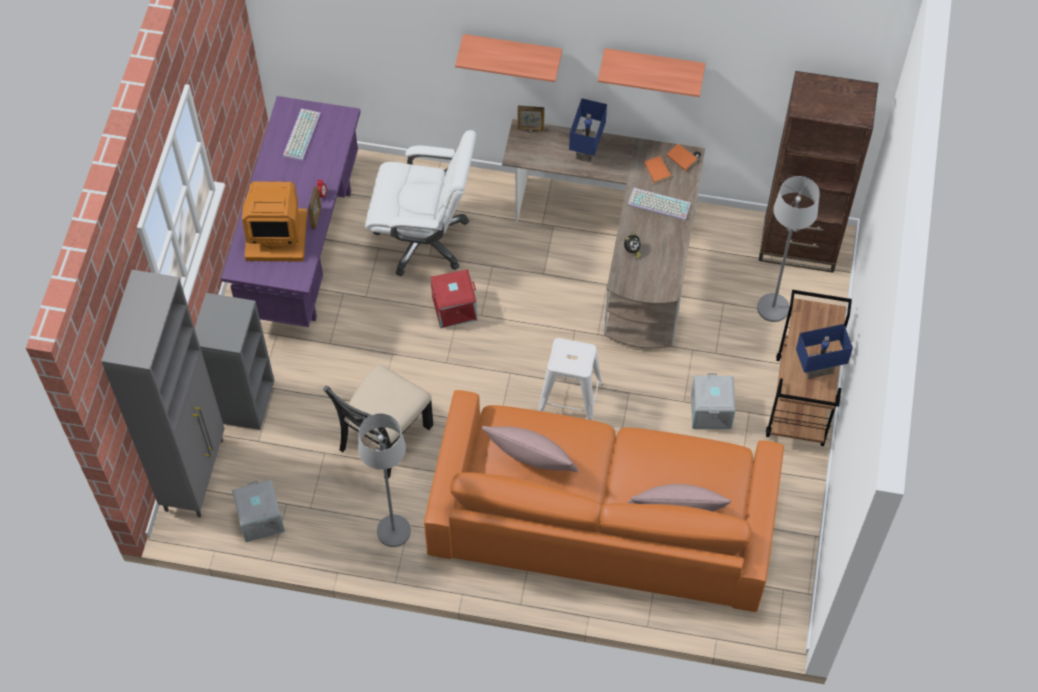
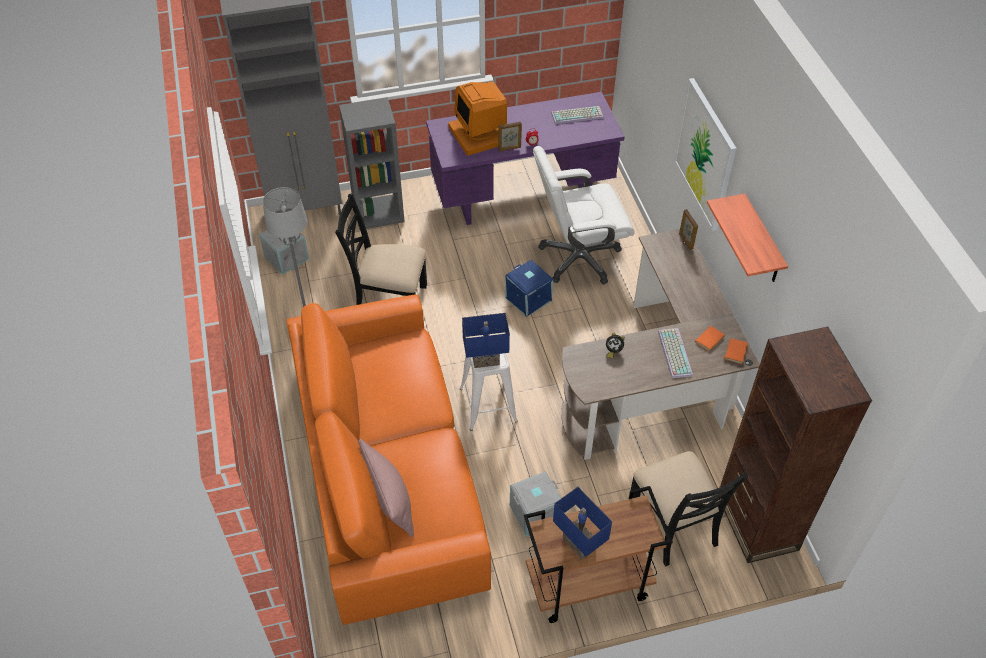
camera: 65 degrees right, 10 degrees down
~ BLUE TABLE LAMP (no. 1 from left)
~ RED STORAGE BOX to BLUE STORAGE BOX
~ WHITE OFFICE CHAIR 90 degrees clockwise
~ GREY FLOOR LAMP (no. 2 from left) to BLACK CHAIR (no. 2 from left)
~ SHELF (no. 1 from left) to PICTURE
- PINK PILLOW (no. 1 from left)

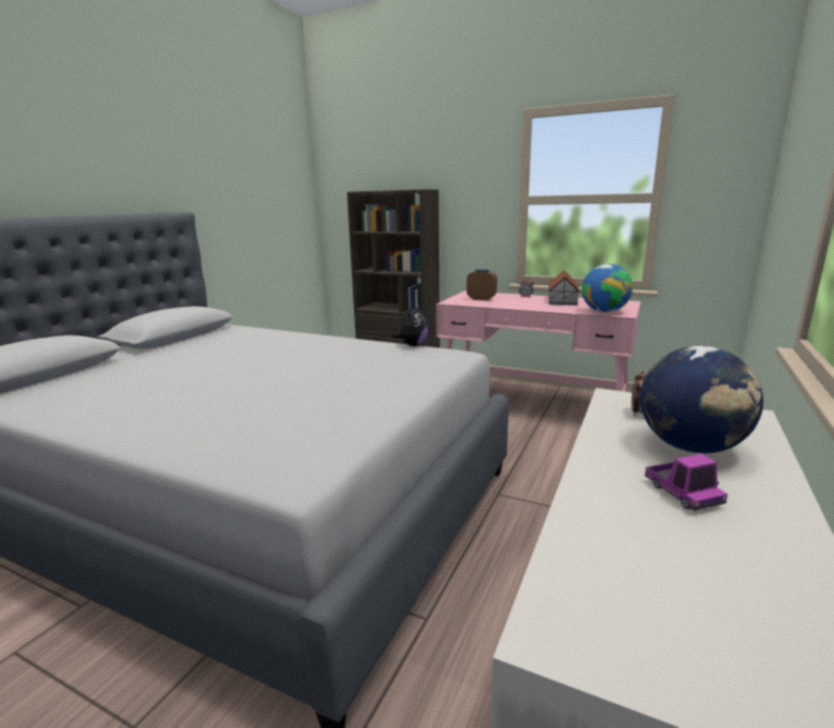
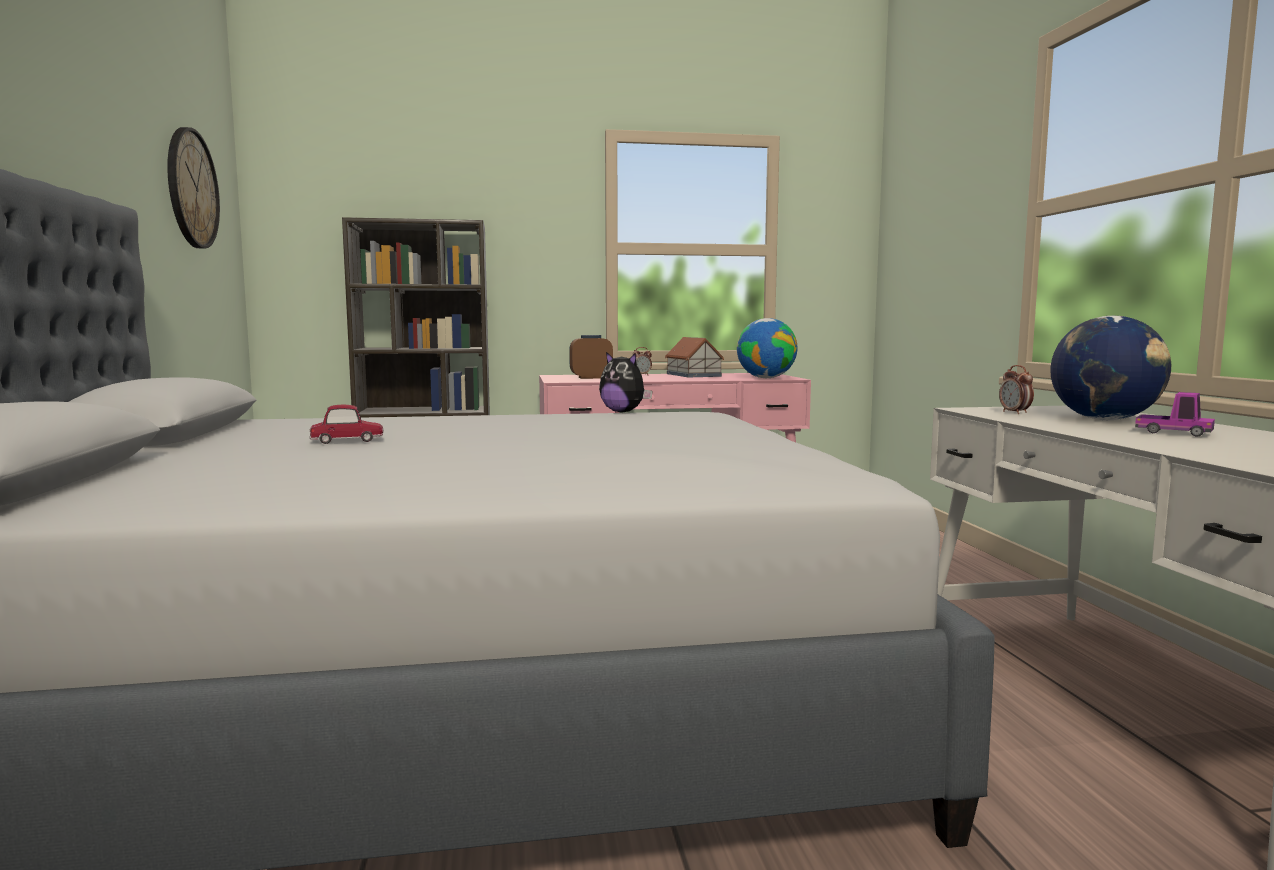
camera: 35 degrees left, 10 degrees down
+ WALL CLOCK
+ TOY CAR
~ PLUSH TOY 135 degrees clockwise

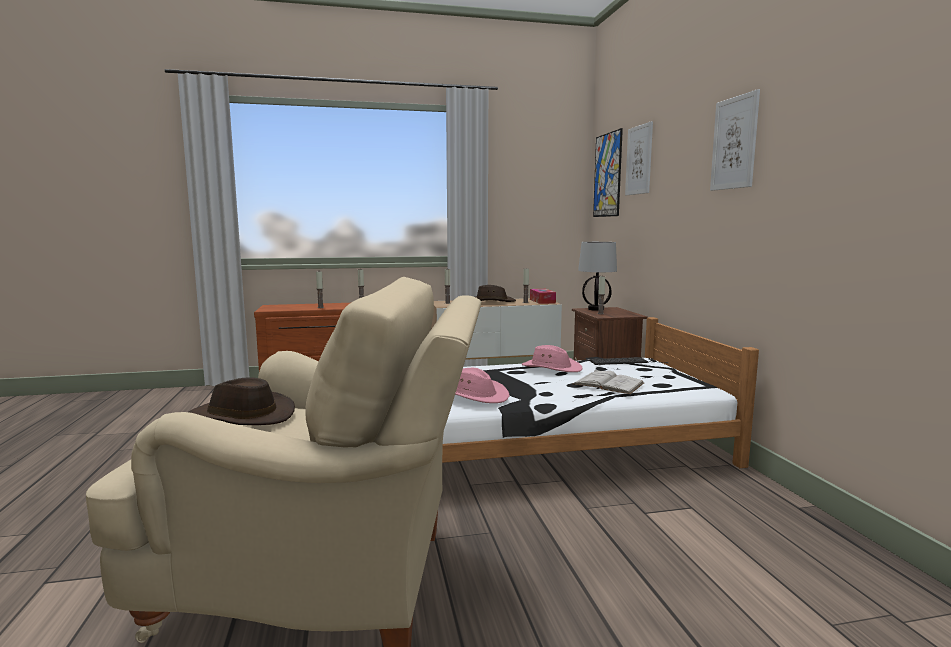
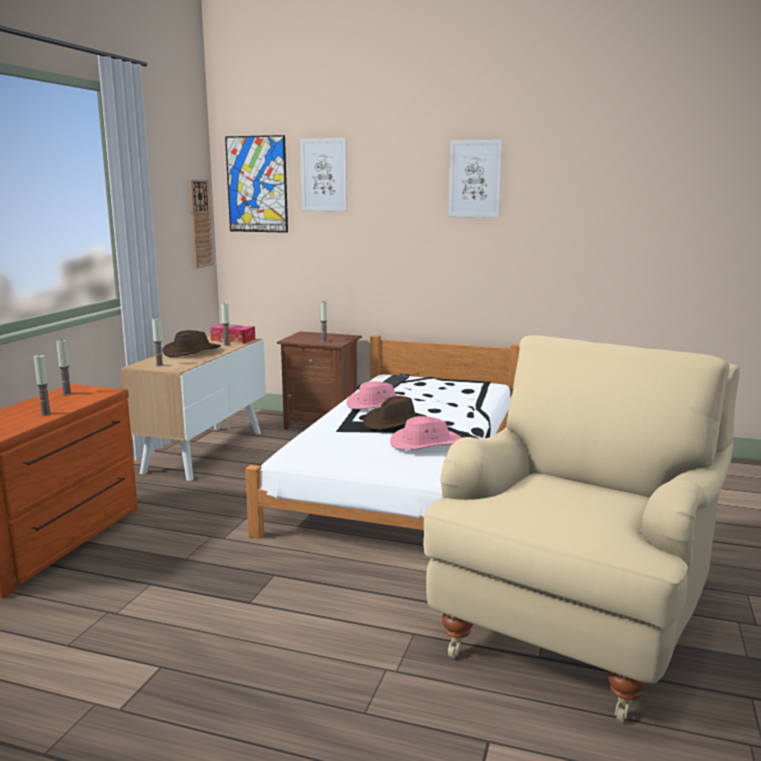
camera: 60 degrees left, 5 degrees up
+ WALL CLOCK
~ BROWN HAT (no. 1 from left in the first image) to BROWN HAT (no. 2 from left)
- WHITE BOOK
- TABLE LAMP

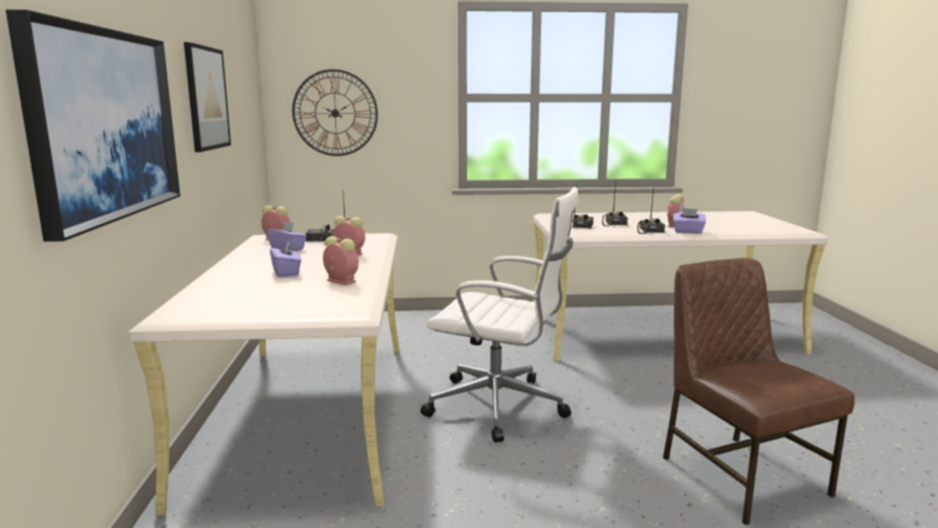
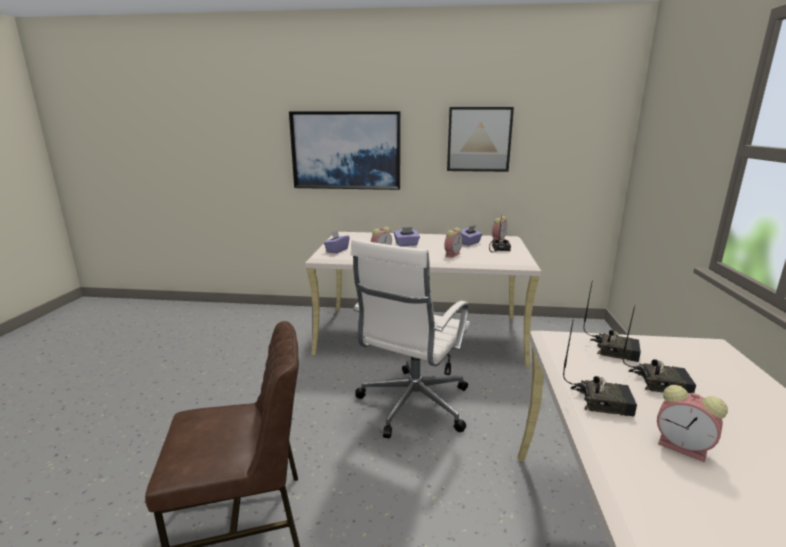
camera: 100 degrees right, 5 degrees up
~ PURPLE TISSUE BOX (no. 3 from left in the first image) to PURPLE TISSUE BOX (no. 1 from left)
- WALL CLOCK

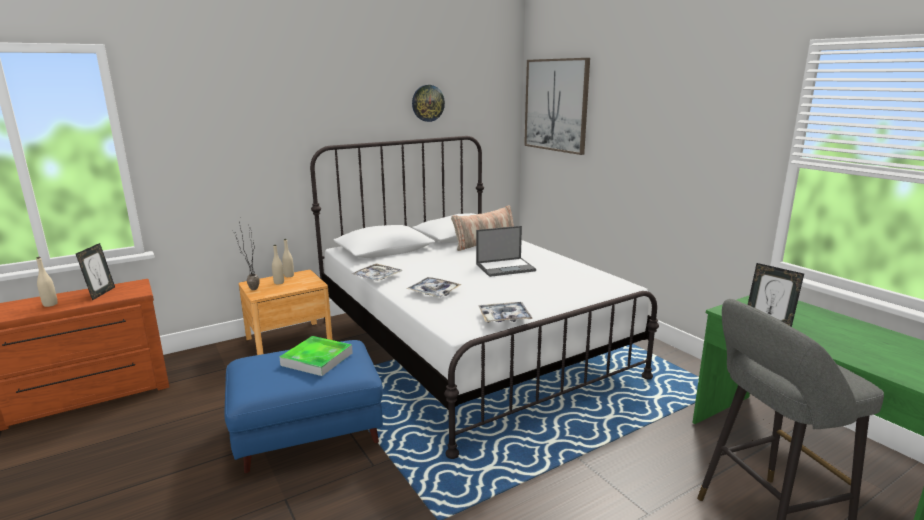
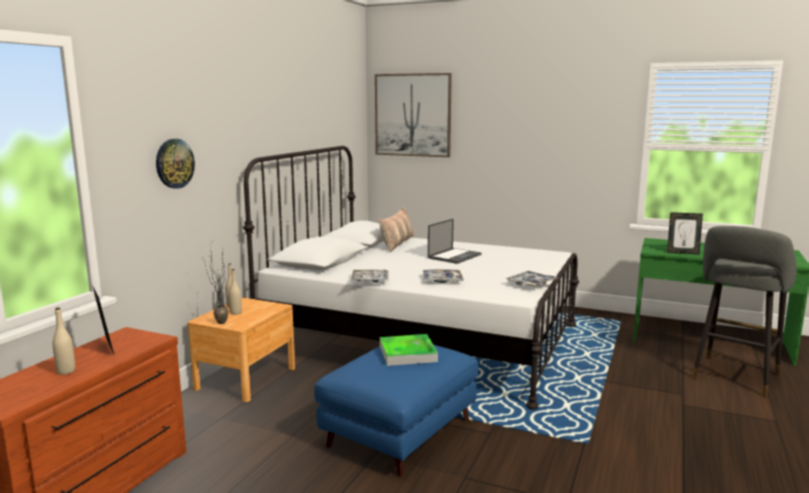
camera: 35 degrees left, 5 degrees down
~ WALL CLOCK

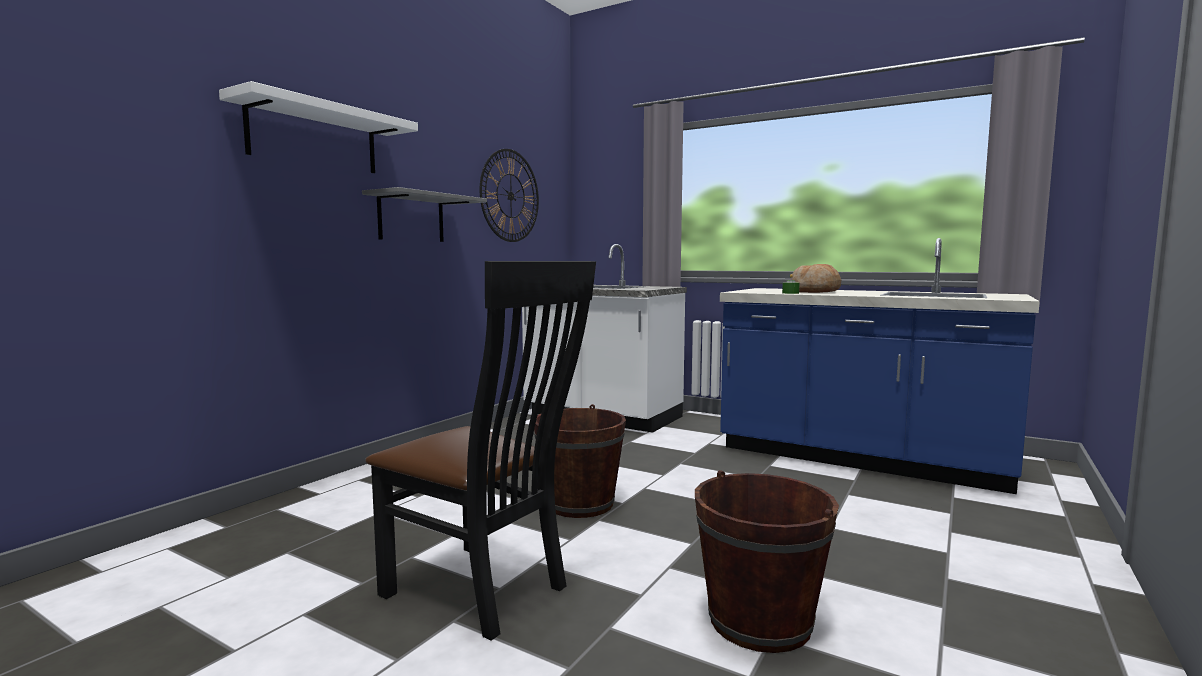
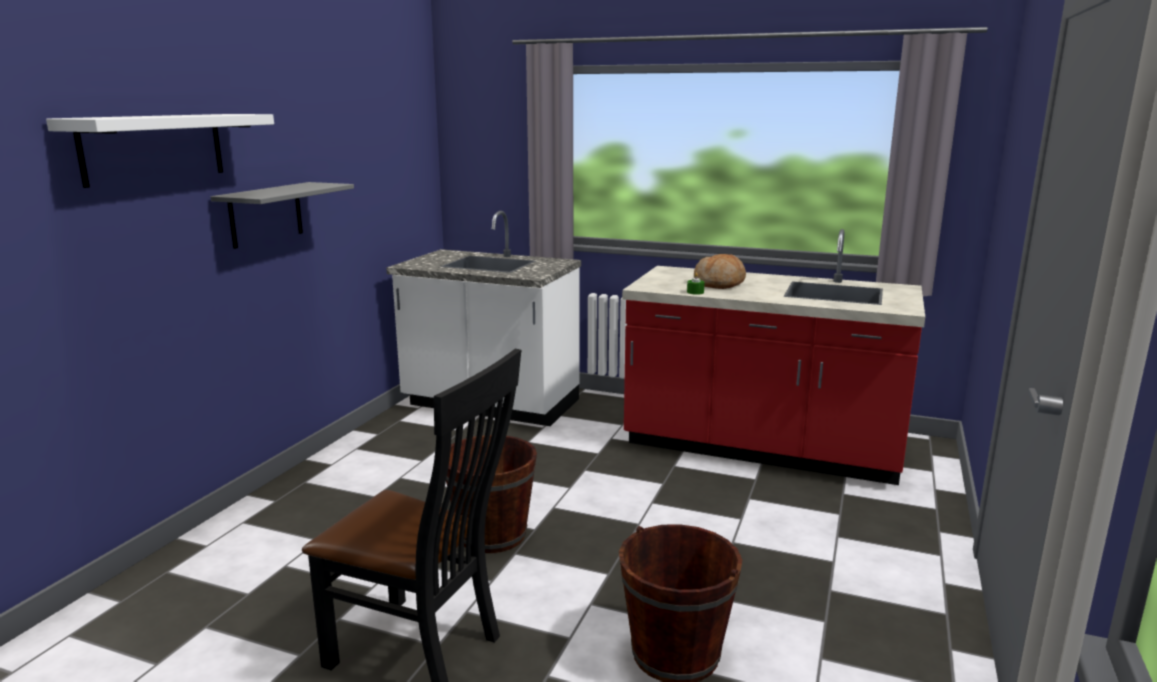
camera: 10 degrees left, 10 degrees up
~ BLUE COUNTER to RED COUNTER
- WALL CLOCK

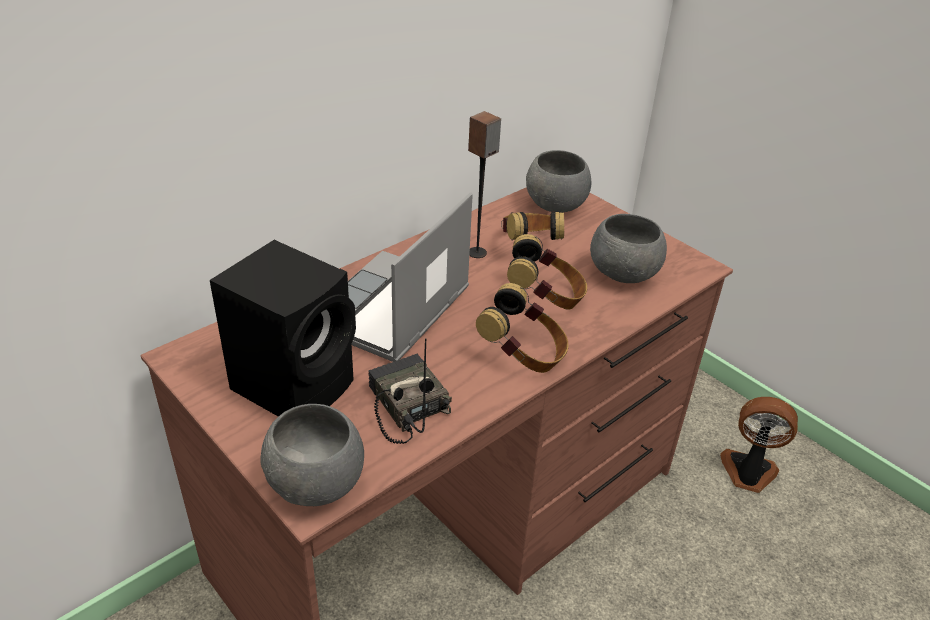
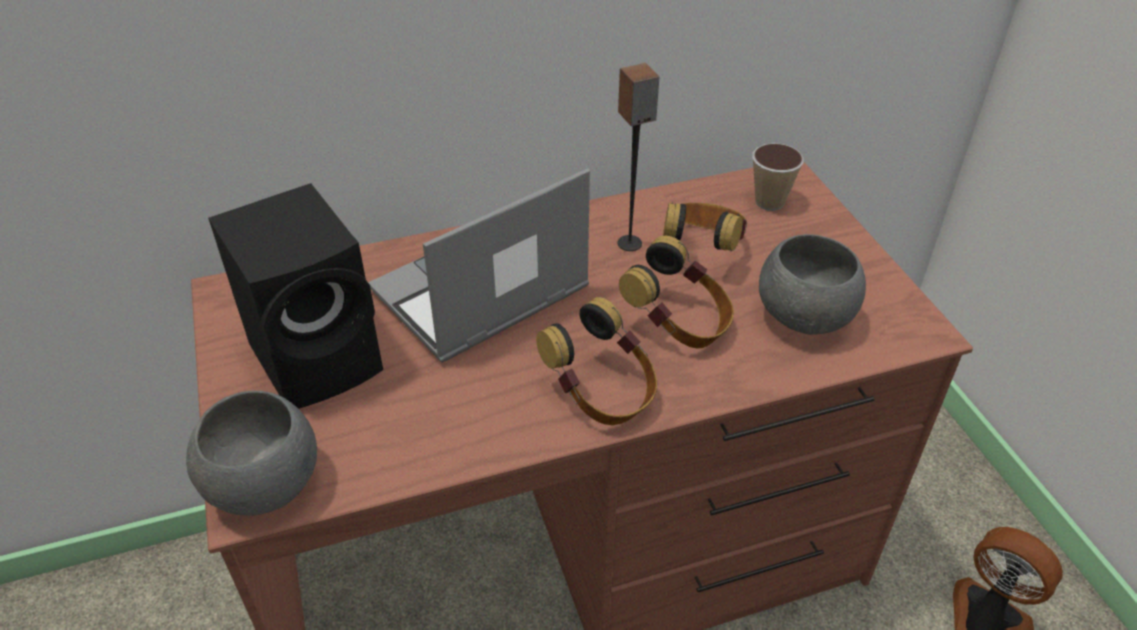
camera: 25 degrees right, 5 degrees up
~ GREY BOWL (no. 2 from left) to CUP
- RADIO

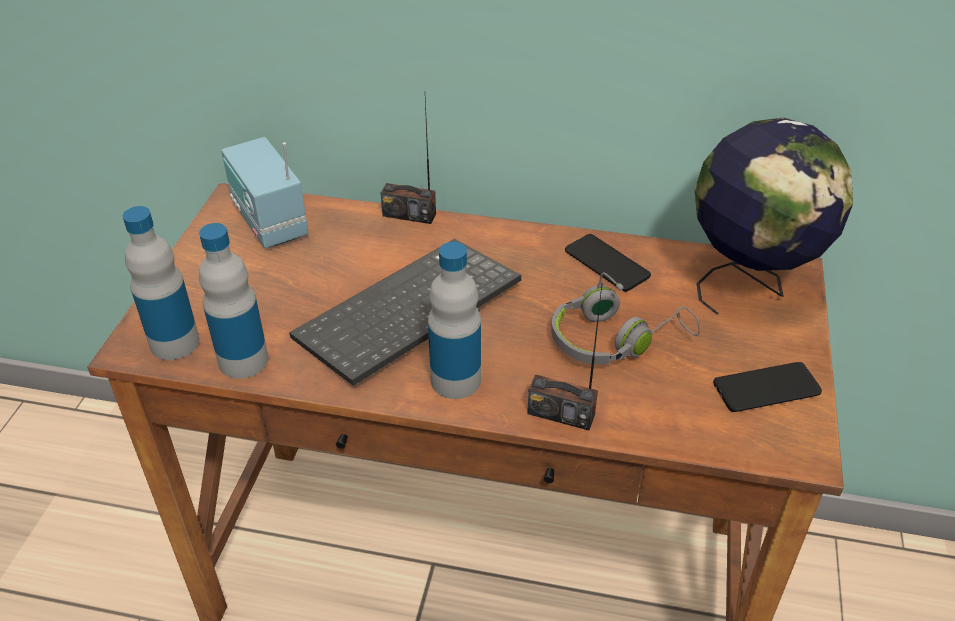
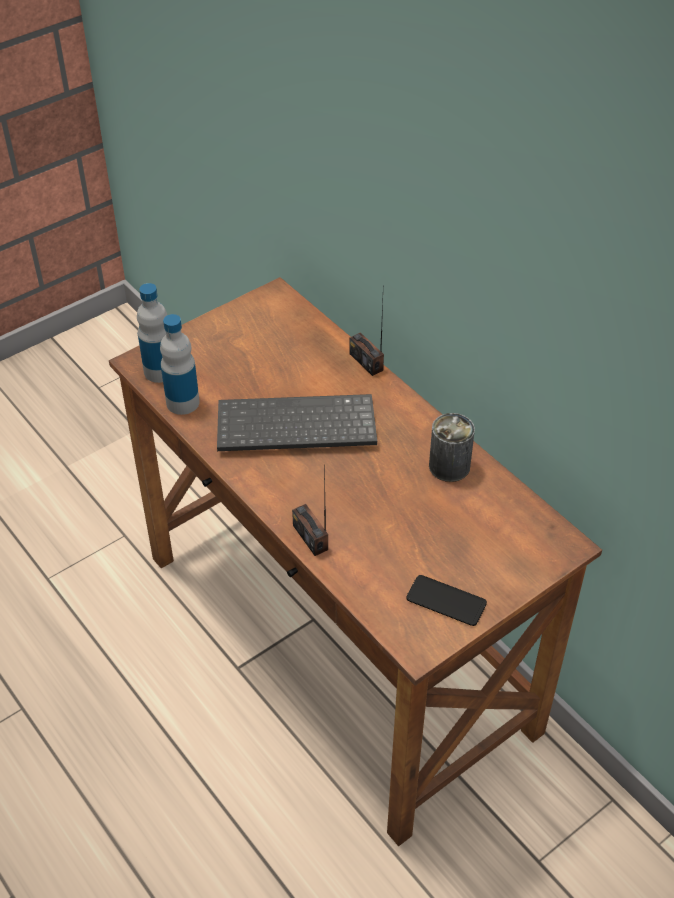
camera: 40 degrees right, 5 degrees up
~ PHONE (no. 1 from left) to CAN
- RADIO (no. 1 from left)
- BOTTLE (no. 3 from left)
- GREY HEADPHONES
- GLOBE

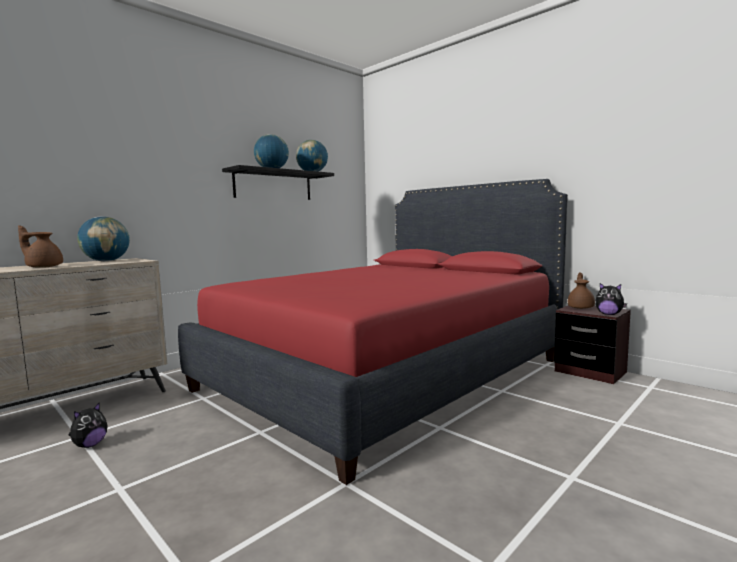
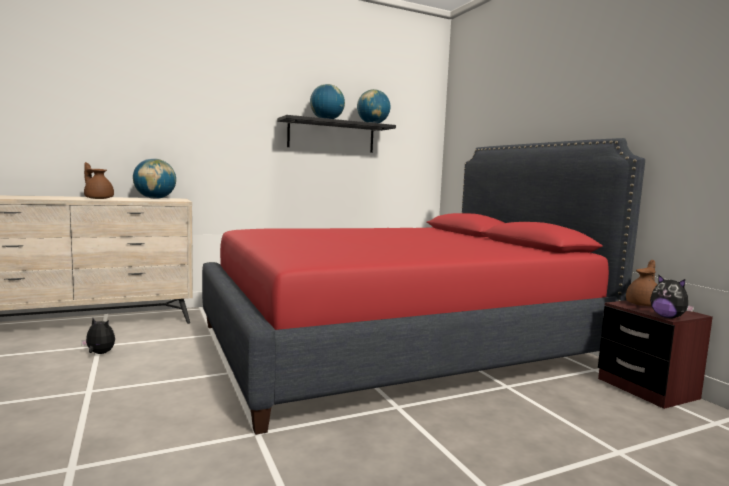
camera: 20 degrees right, 0 degrees up
~ PLUSH TOY (no. 1 from left) 120 degrees counterclockwise

